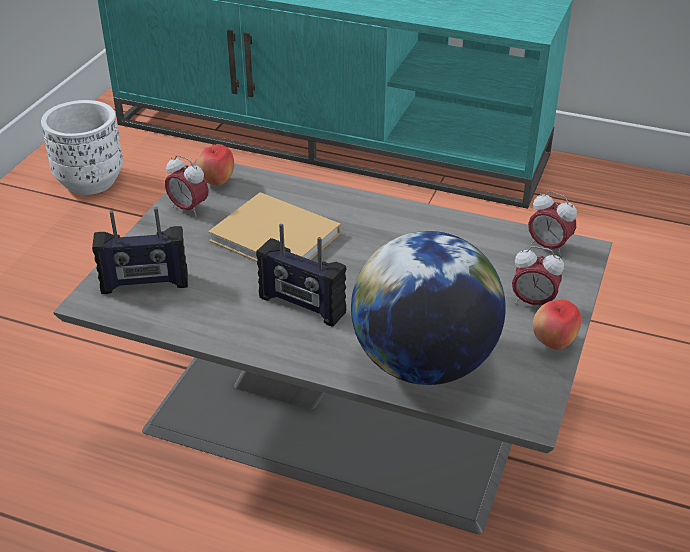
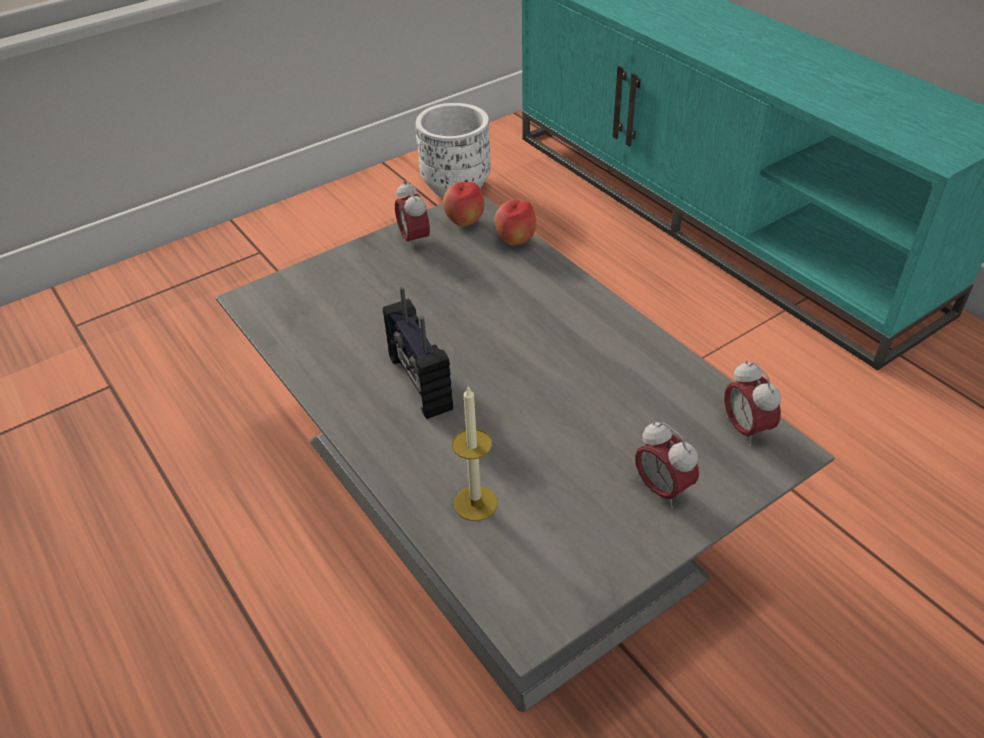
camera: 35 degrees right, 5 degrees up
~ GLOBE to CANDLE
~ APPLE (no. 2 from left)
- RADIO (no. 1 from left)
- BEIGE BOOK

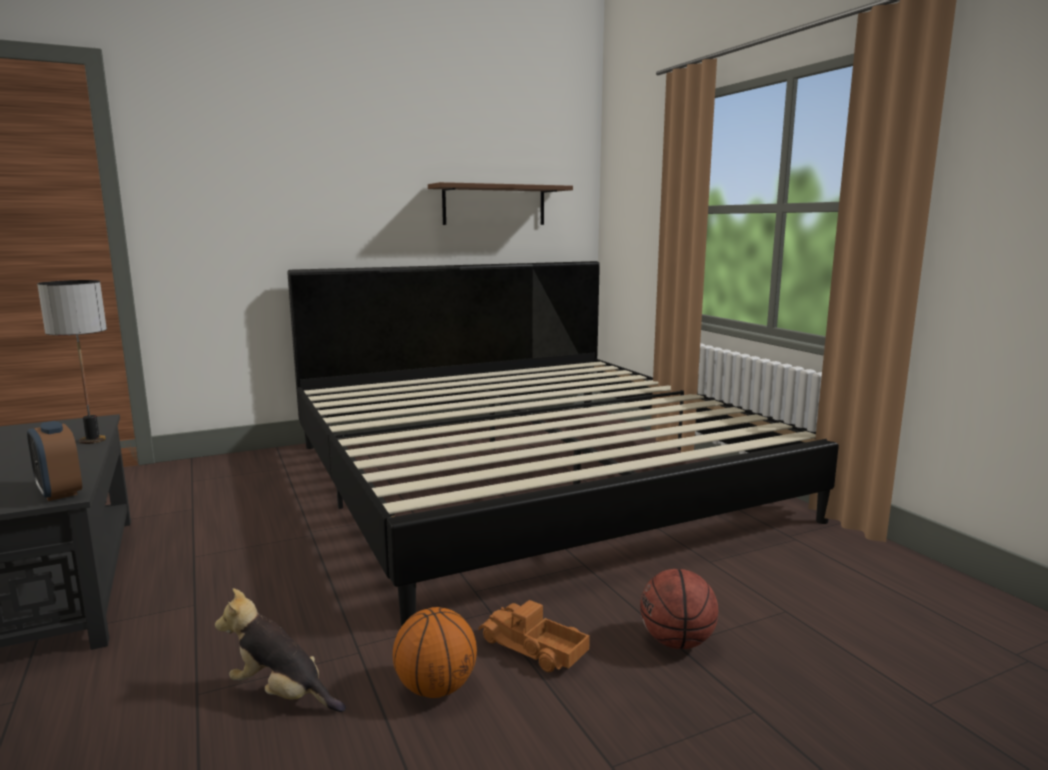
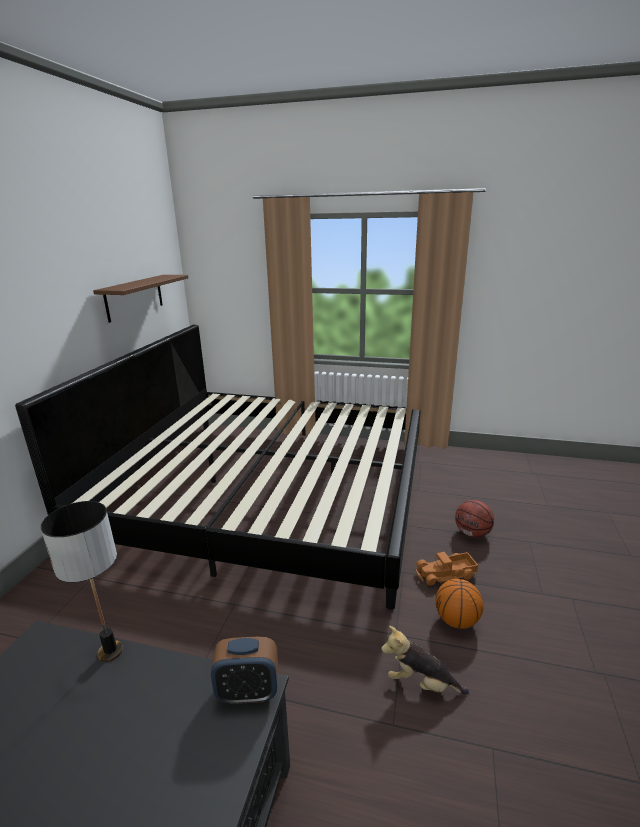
camera: 50 degrees left, 10 degrees up
~ PLUSH TOY 45 degrees clockwise

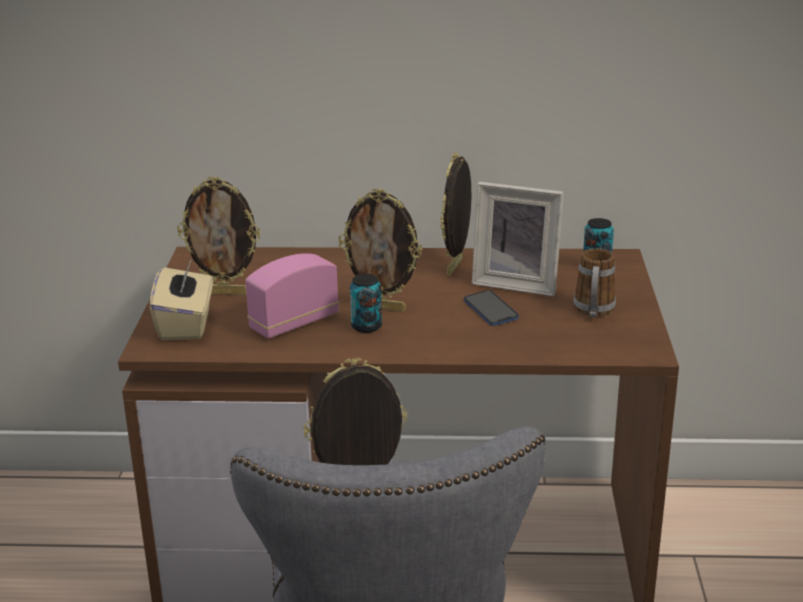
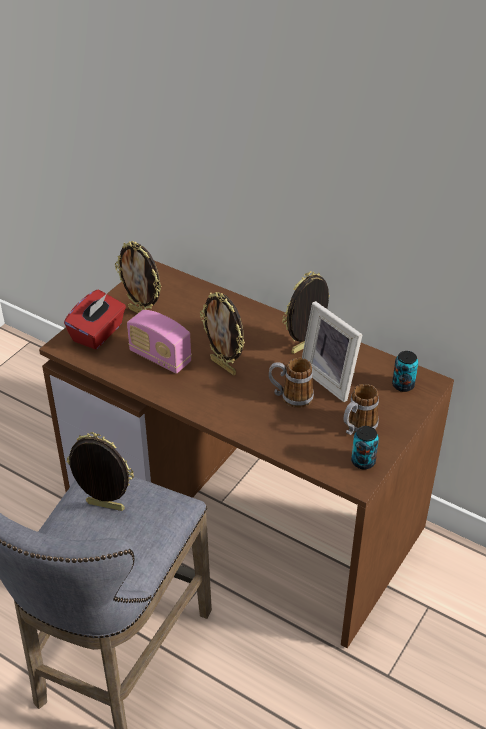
camera: 30 degrees right, 15 degrees up
~ BEIGE TISSUE BOX to RED TISSUE BOX
~ RADIO 135 degrees counterclockwise
~ PHONE to MUG (no. 1 from left)
~ CAN (no. 1 from left)

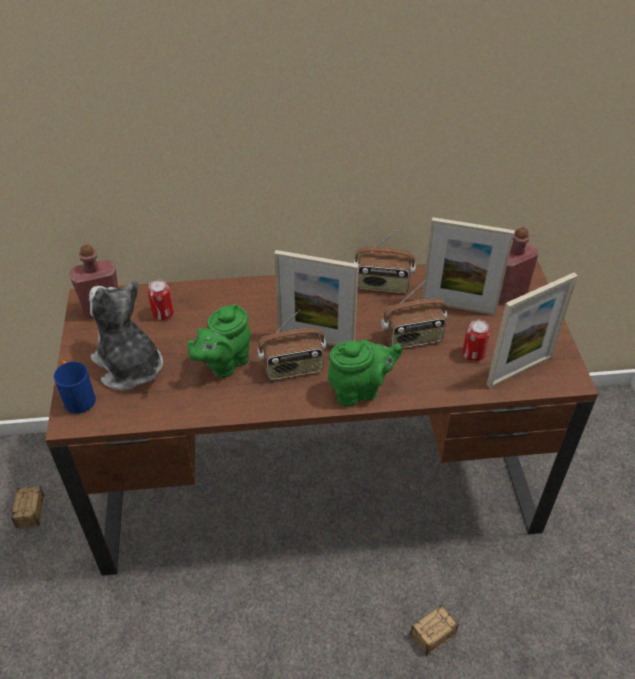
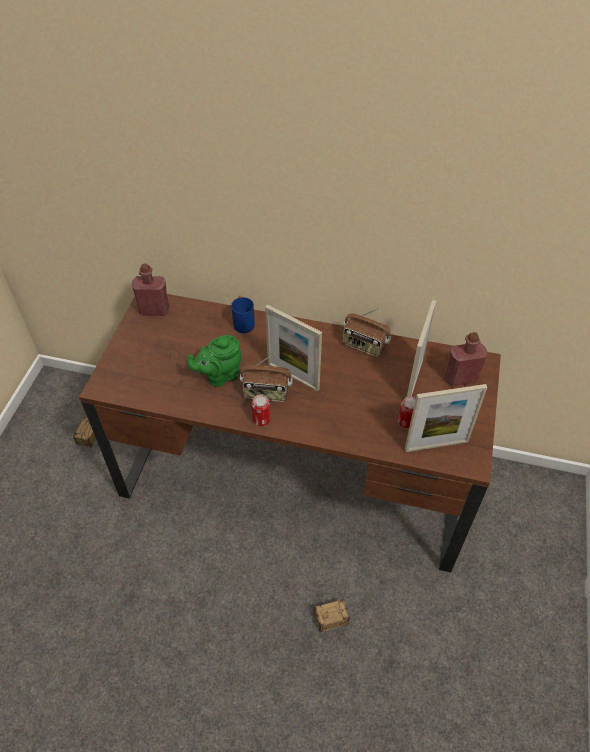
camera: 20 degrees right, 5 degrees up
~ BLUE MUG
~ CAN (no. 1 from left)
~ PICTURE FRAME (no. 2 from left) 75 degrees clockwise
- PLUSH TOY
- GREEN TEAPOT (no. 2 from left)
- RADIO (no. 3 from left)

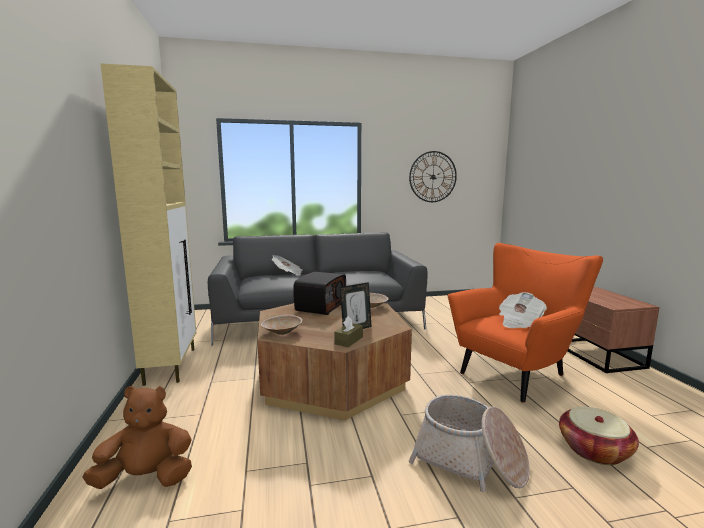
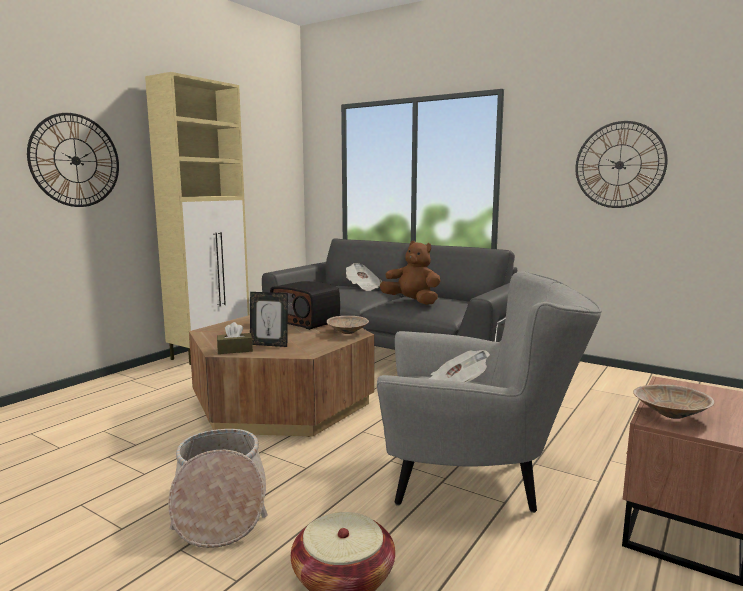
camera: 45 degrees right, 0 degrees up
+ WALL CLOCK (no. 1 from left)
~ RADIO 60 degrees clockwise
~ ORANGE ARMCHAIR to GREY ARMCHAIR
~ BROWN PLUSH TOY
~ BEIGE BOWL (no. 1 from left in the first image) to BEIGE BOWL (no. 2 from left)

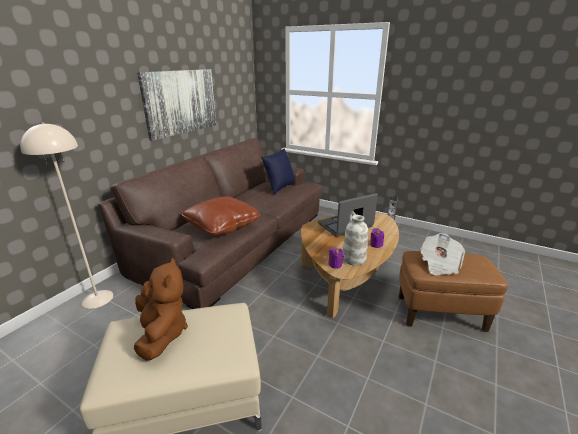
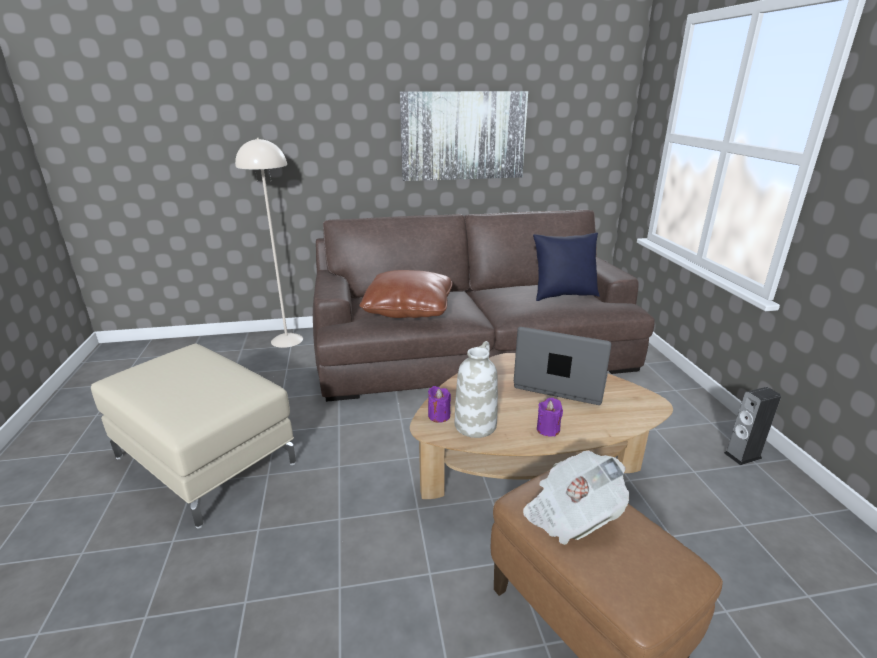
camera: 50 degrees right, 0 degrees up
- BROWN PLUSH TOY

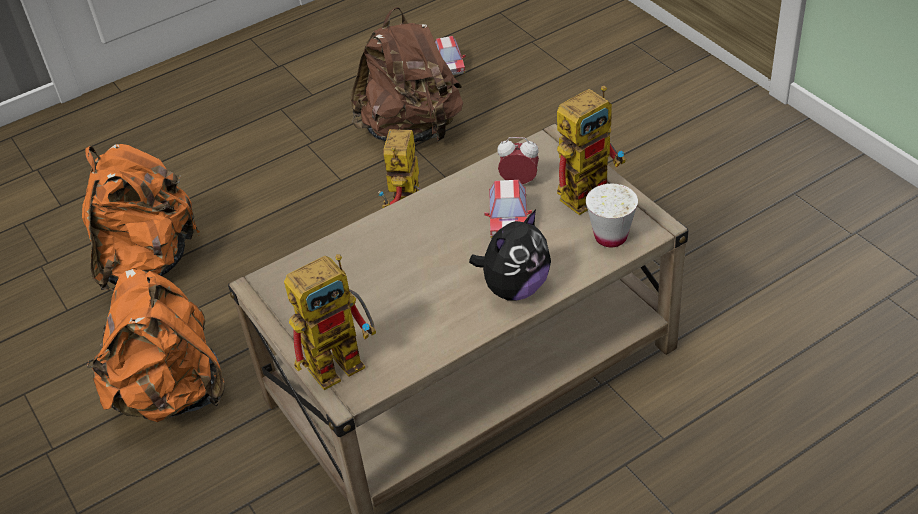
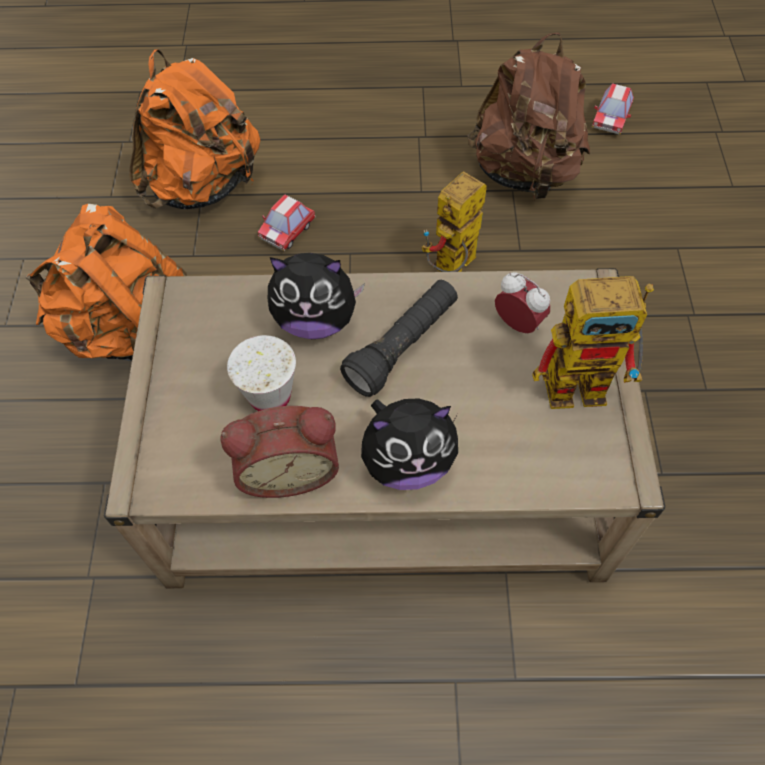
camera: 30 degrees right, 15 degrees up
+ ALARM CLOCK (no. 1 from left)
~ WHITE CUP
~ TOY CAR (no. 2 from left in the first image) to TOY CAR (no. 1 from left)
+ PLUSH TOY (no. 1 from left)
+ BLACK FLASHLIGHT
- TOY ROBOT (no. 1 from left)

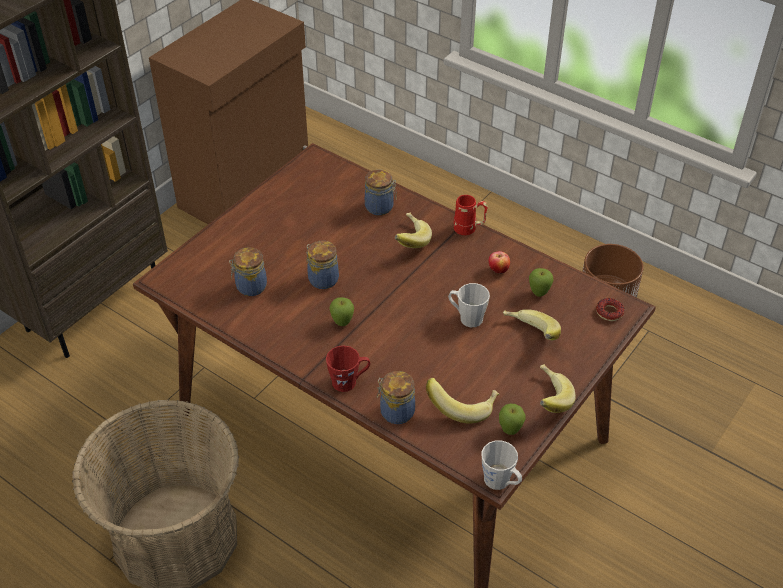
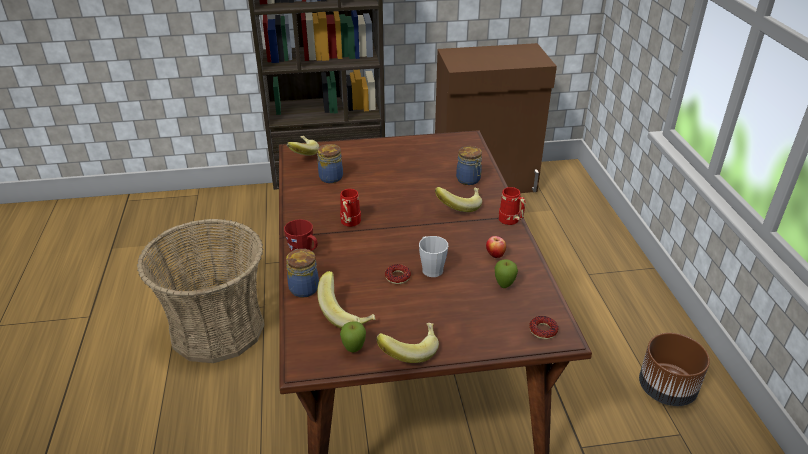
camera: 45 degrees right, 10 degrees down
~ BANANA (no. 3 from left in the first image) to BANANA (no. 1 from left)
~ APPLE (no. 1 from left) to RED MUG (no. 2 from left)
+ DONUT (no. 1 from left)
- JAR (no. 2 from left)
- GREY MUG (no. 2 from left)

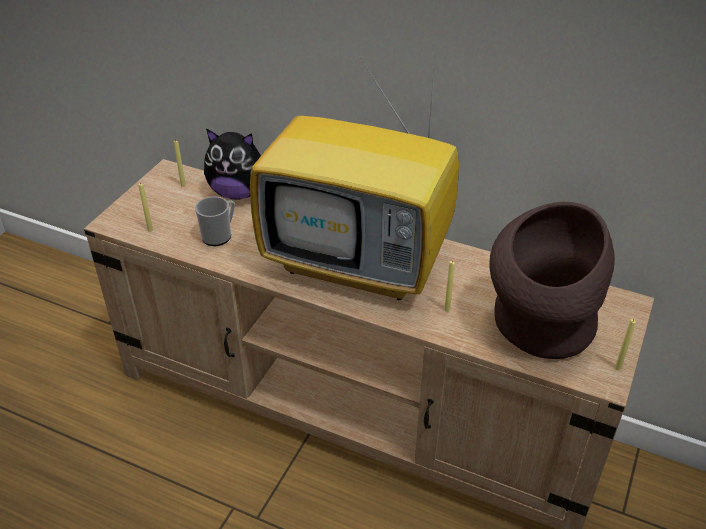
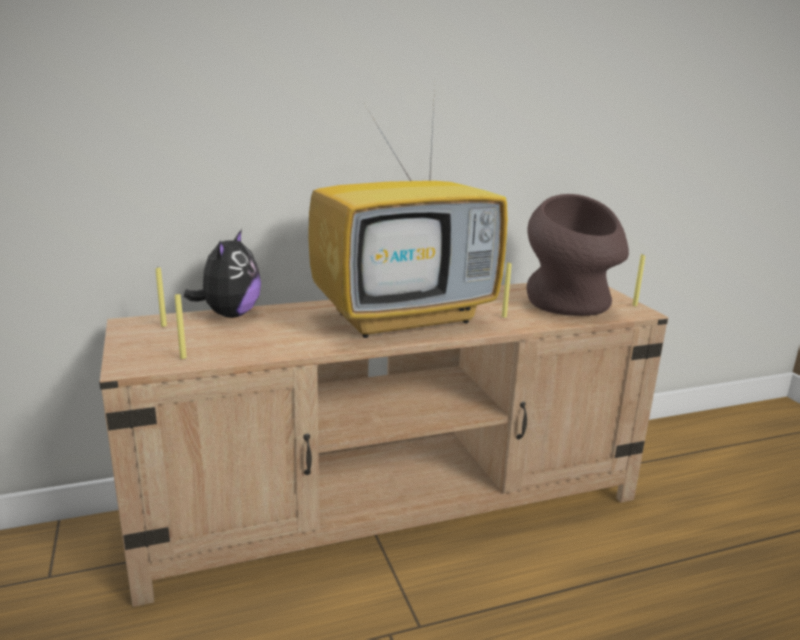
camera: 45 degrees left, 20 degrees down
~ PLUSH TOY 45 degrees counterclockwise
- MUG

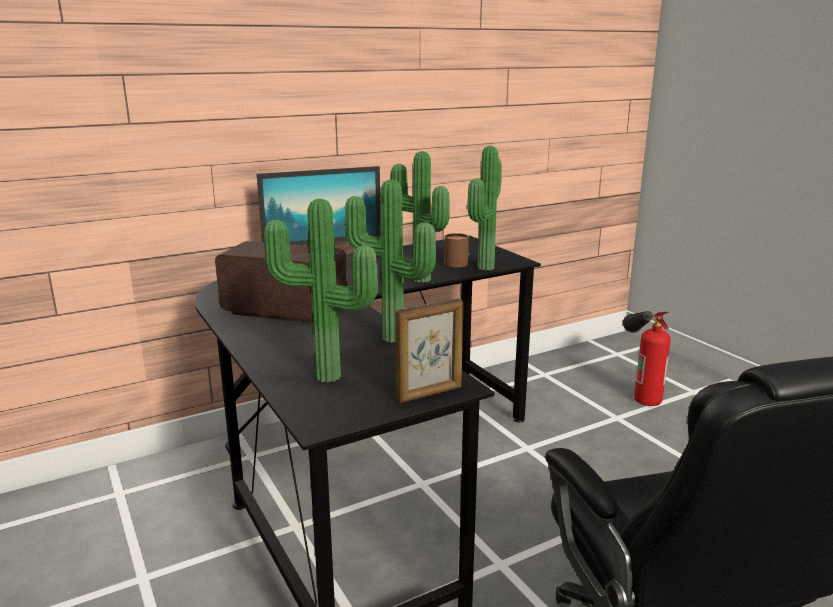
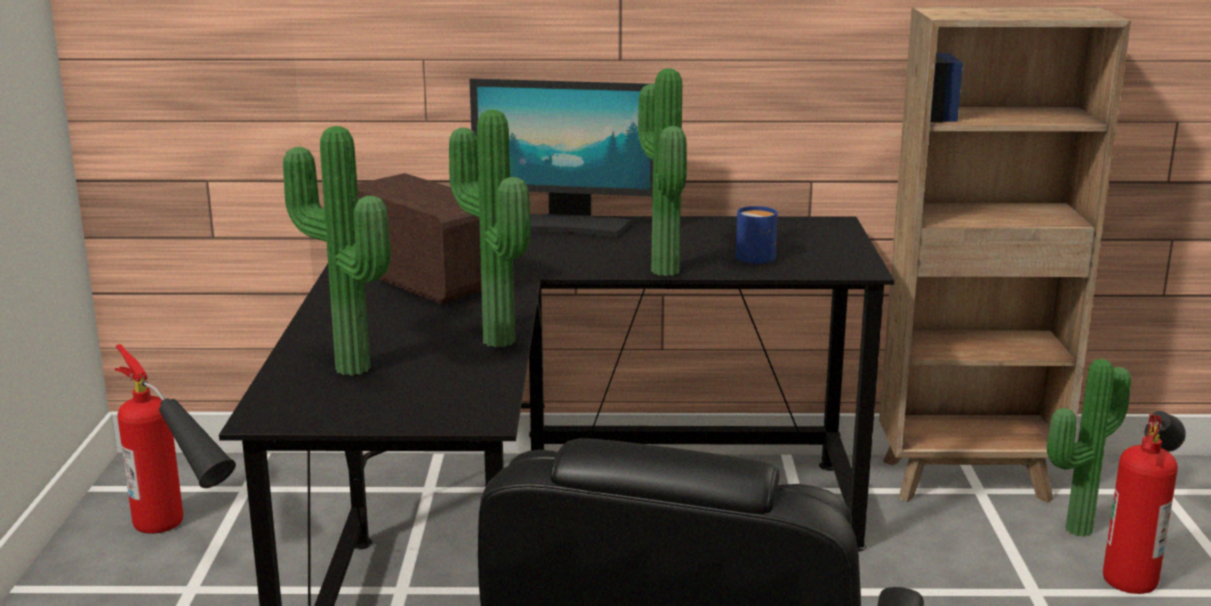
camera: 30 degrees right, 0 degrees up
+ FIRE EXTINGUISHER (no. 1 from left)
~ BROWN MUG to BLUE MUG
+ BROWN BOOKCASE
~ POTTED PLANT (no. 4 from left)
- PICTURE FRAME

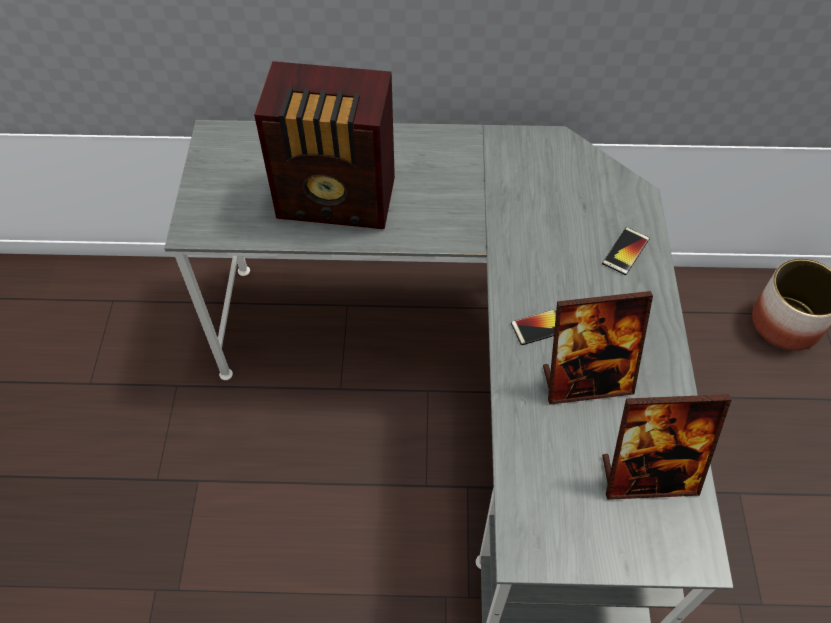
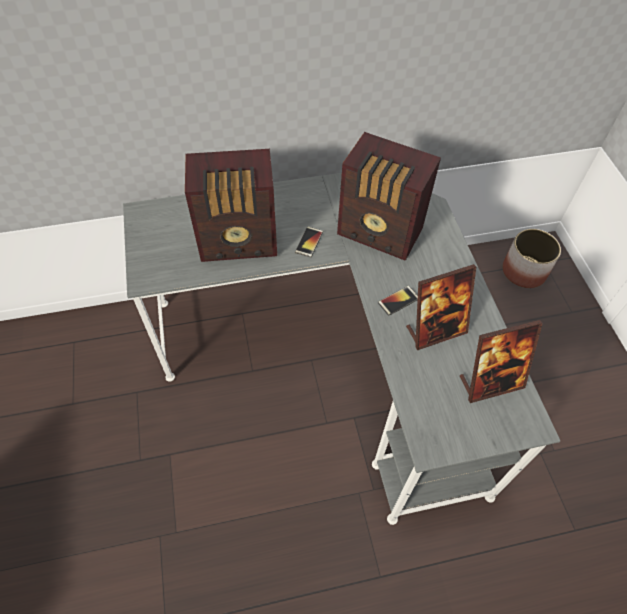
camera: 15 degrees left, 0 degrees up
~ PHONE (no. 2 from left in the first image) to PHONE (no. 1 from left)
+ RADIO (no. 2 from left)

